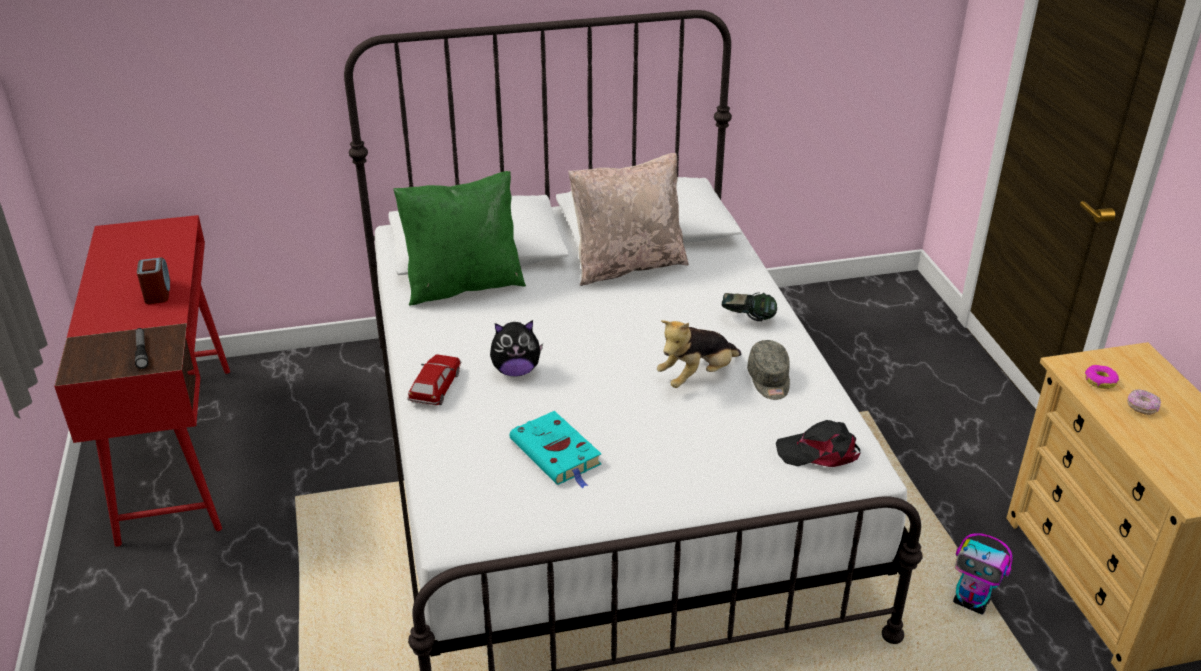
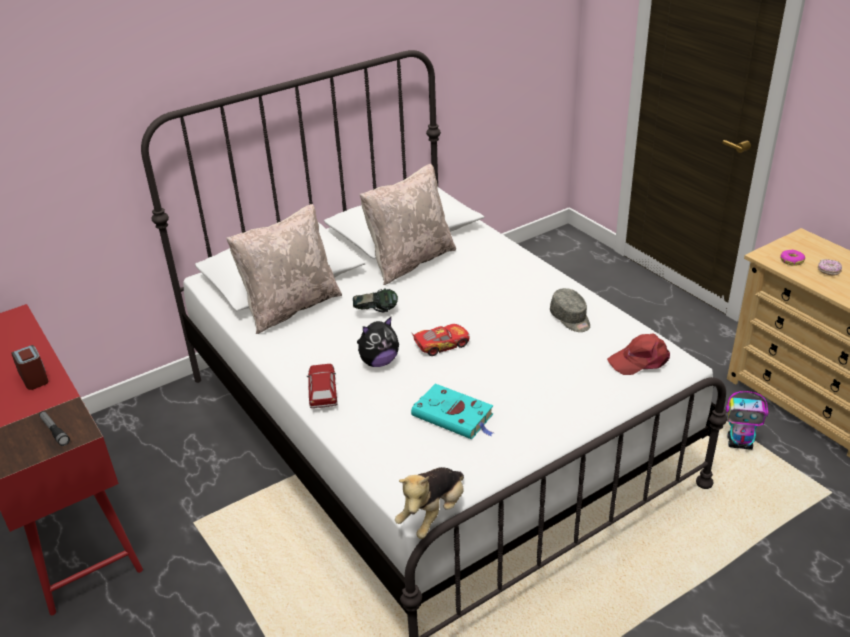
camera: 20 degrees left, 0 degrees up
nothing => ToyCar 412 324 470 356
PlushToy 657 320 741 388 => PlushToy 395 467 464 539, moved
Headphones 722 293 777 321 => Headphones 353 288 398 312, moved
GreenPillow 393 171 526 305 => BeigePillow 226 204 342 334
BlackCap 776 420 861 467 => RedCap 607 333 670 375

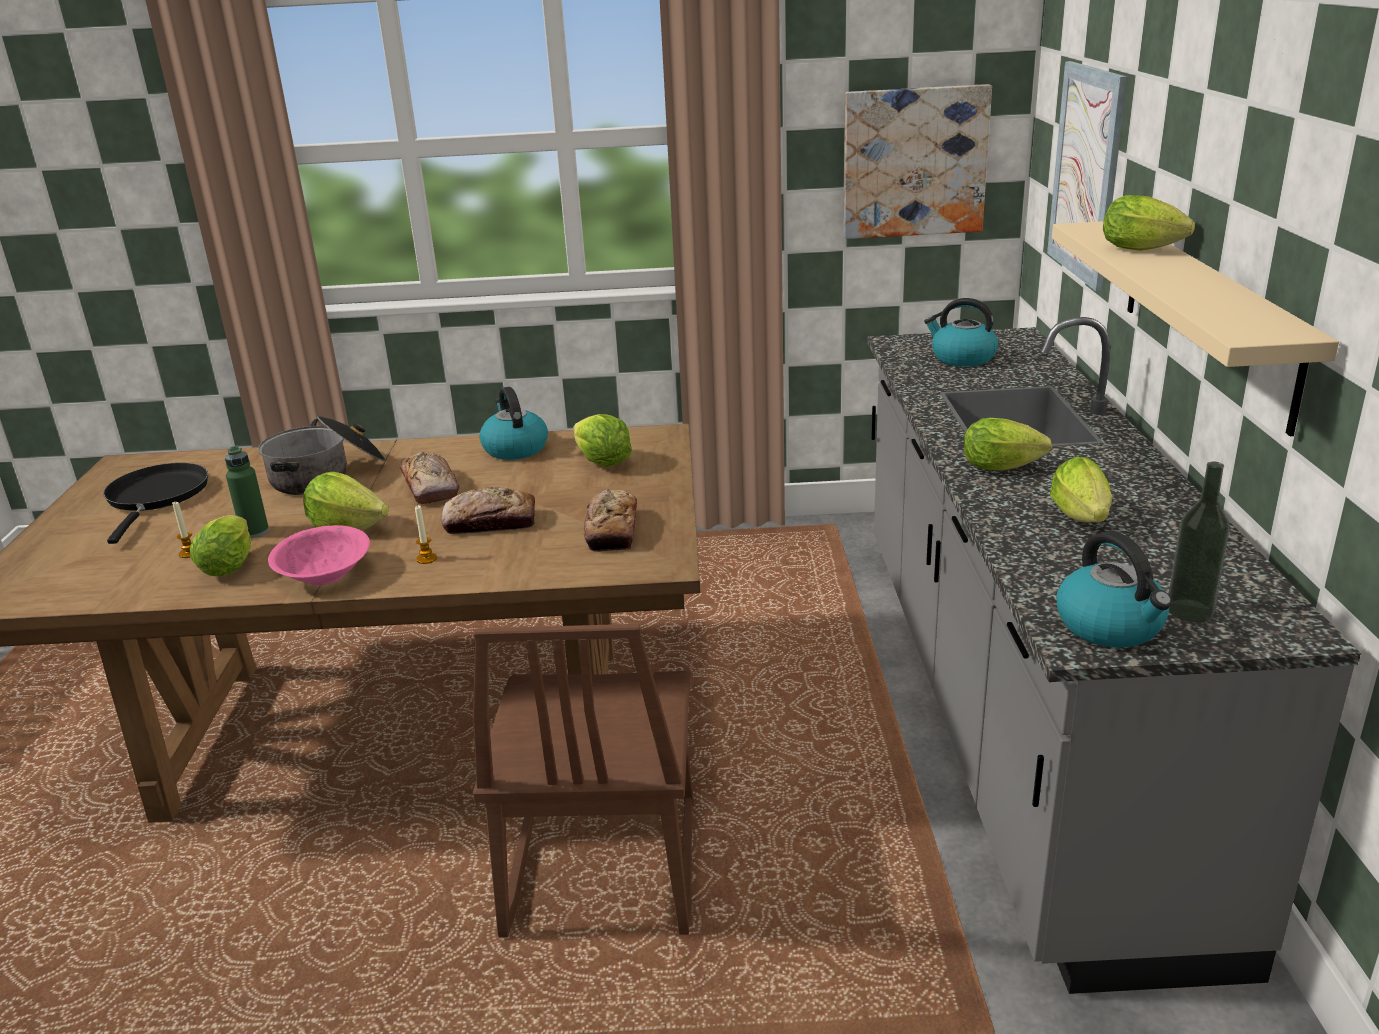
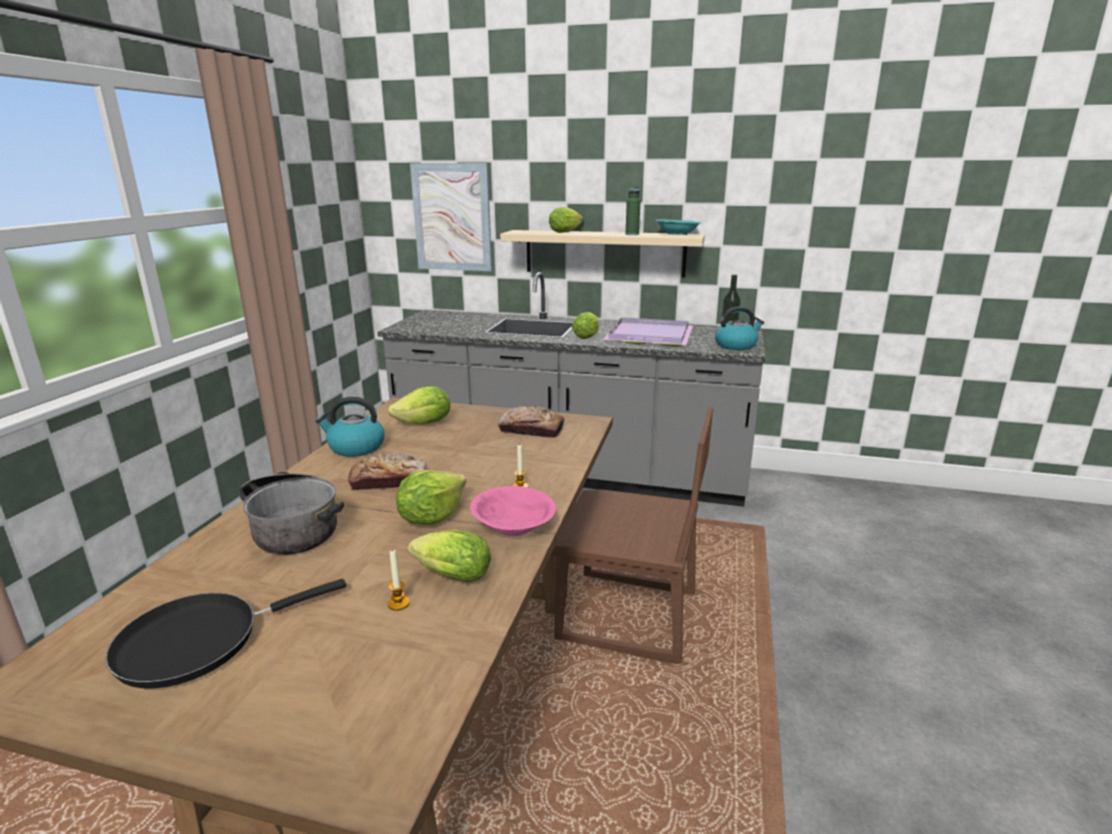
camera: 75 degrees left, 5 degrees down
Bread 441 486 535 534 => nothing
Picture 844 84 992 239 => nothing
Kettle 924 298 998 367 => nothing
nothing => TurquoiseBowl 655 219 702 235
GreenBottle 225 446 269 538 => GreenBottle 626 186 641 235, moved
Lettuce 1050 456 1112 523 => PurpleTray 603 317 693 347
BlackFryingPan 103 463 208 544 => BlackFryingPan 105 579 346 689, 45 degrees counterclockwise

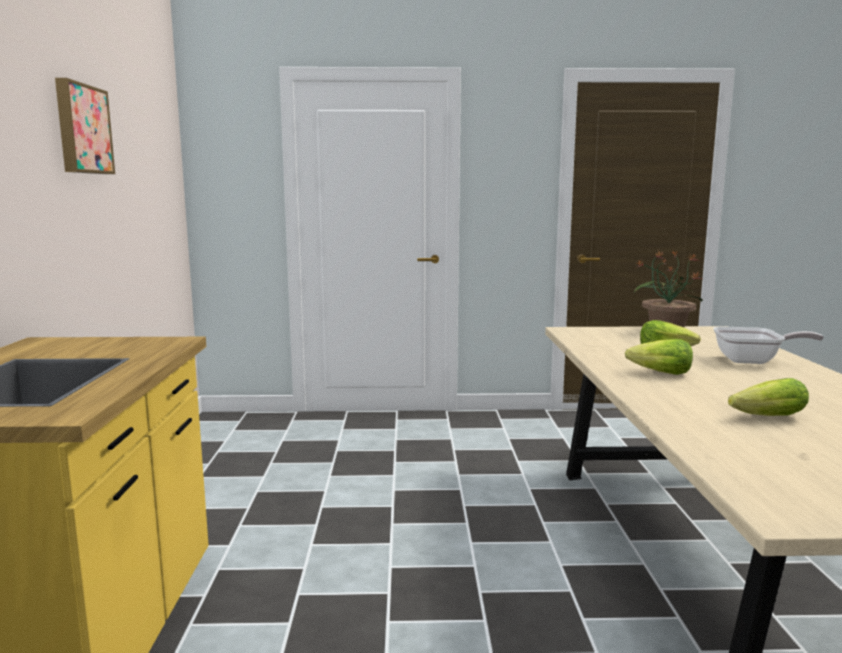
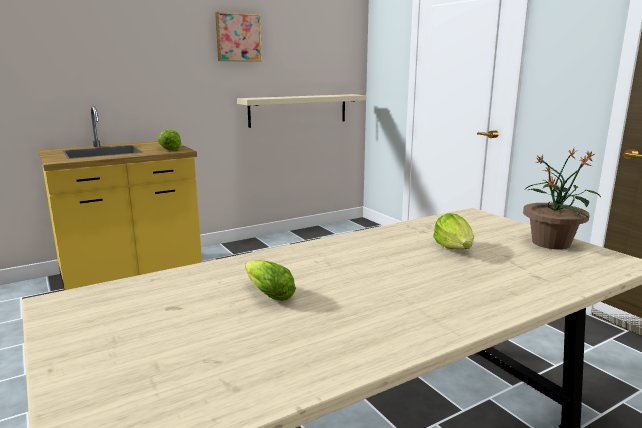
camera: 60 degrees right, 5 degrees up
FryingPan 713 327 824 364 => nothing
nothing => BeigeShelf 237 94 366 128
Lettuce 625 339 693 375 => Lettuce 158 129 181 150, moved

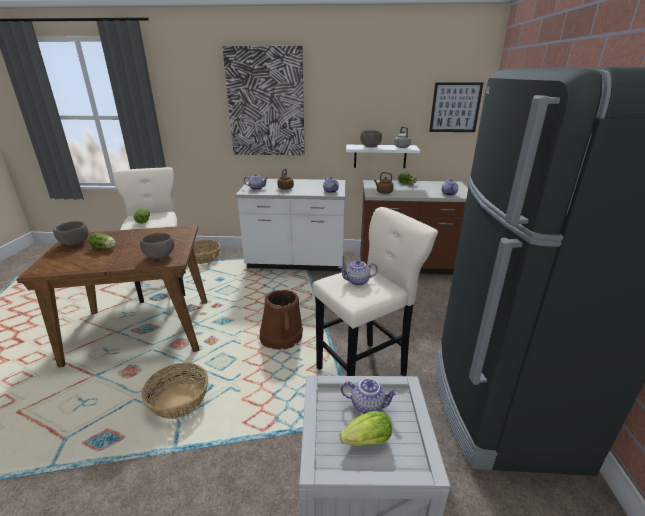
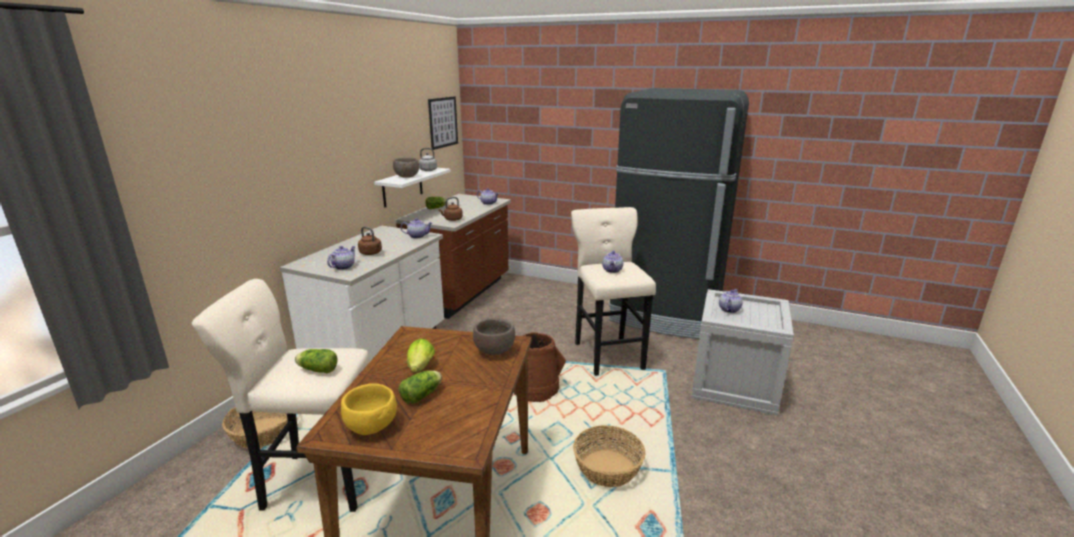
camera: 70 degrees left, 5 degrees down
Picture 222 46 305 155 => nothing
Lettuce 339 411 392 446 => Lettuce 407 338 435 372, moved
BrownBowl 53 221 89 246 => YellowBowl 341 384 397 435

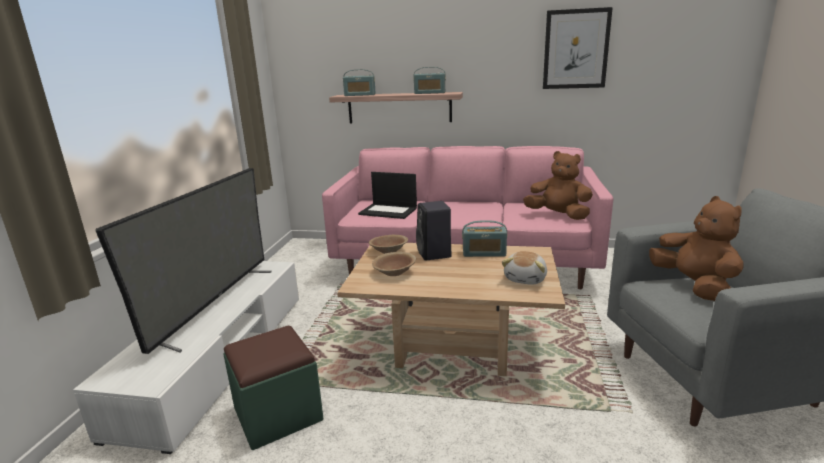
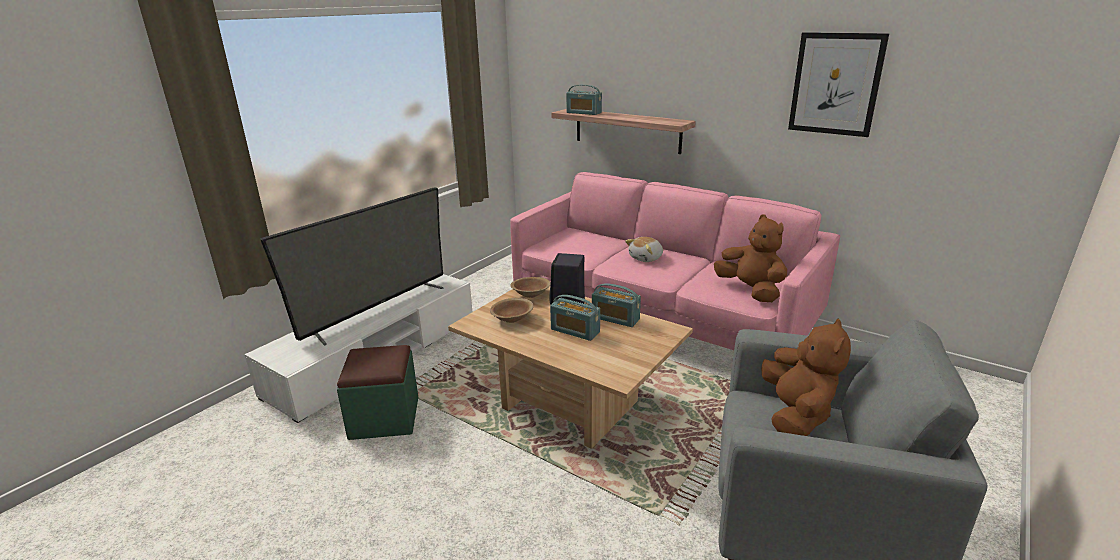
camera: 25 degrees right, 5 degrees up
Laptop 358 172 417 219 => nothing
Radio 413 67 446 94 => Radio 550 295 600 341, moved
PlushToy 502 251 547 285 => PlushToy 625 237 663 262, moved

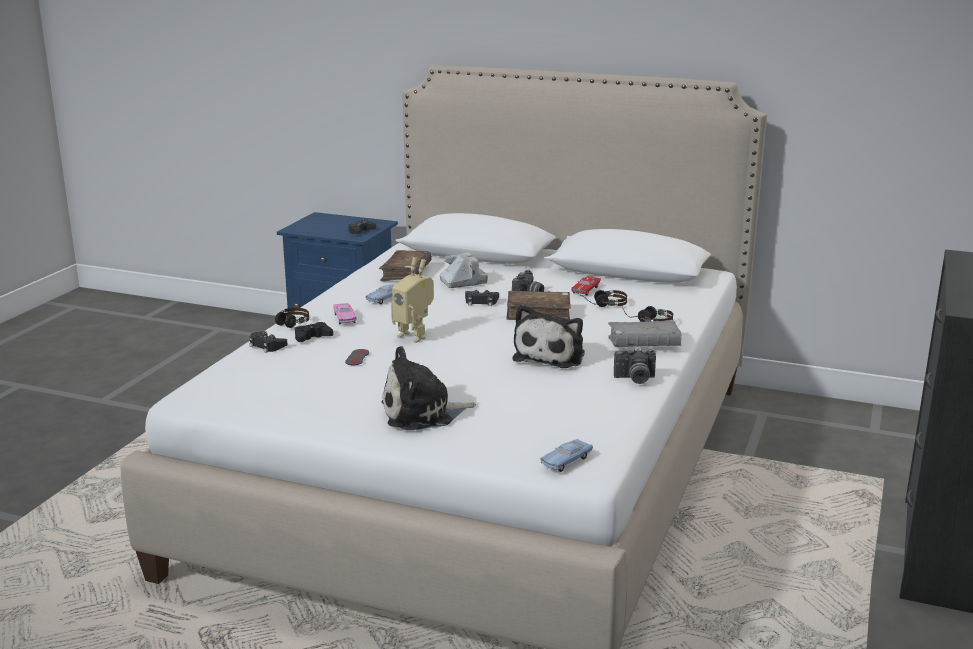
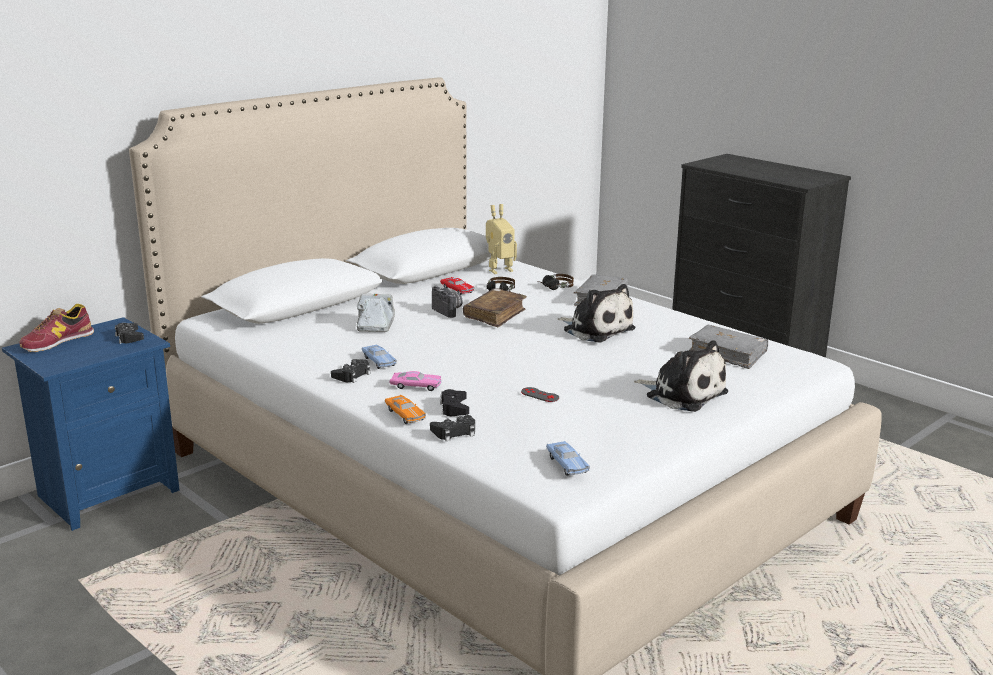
camera: 65 degrees left, 0 degrees up
BrownBook 379 250 432 281 => nothing
PhotoCamera 614 348 656 384 => nothing
nothing => Shoe 20 304 94 352
nothing => GreyBook 689 325 768 369
ToyRobot 391 257 434 343 => ToyRobot 486 204 517 274, moved
BlackGameController 465 290 499 306 => BlackGameController 331 359 371 383, moved
BlueToyCar 541 439 593 472 => BlueToyCar 546 441 590 476, moved
Headphones 275 308 309 328 => OrangeToyCar 385 395 426 424
PlushToy 382 346 476 430 => PlushToy 634 341 728 412, 60 degrees counterclockwise

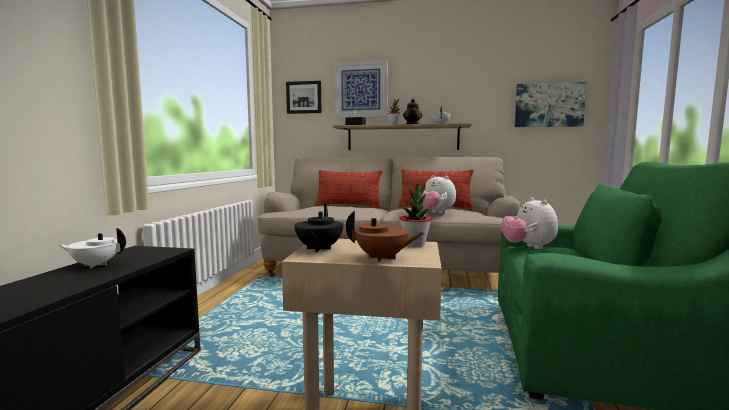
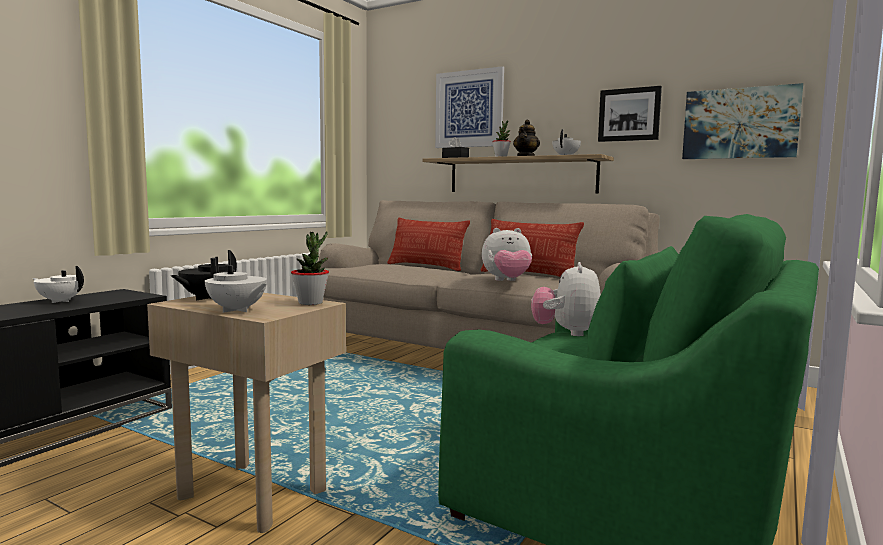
camera: 20 degrees right, 0 degrees up
Picture 286 81 321 114 => Picture 598 86 662 142, moved
BrownTeapot 346 211 424 262 => WhiteTeapot 205 257 267 313
PlushToy 421 175 456 214 => PlushToy 482 228 532 281, 75 degrees counterclockwise

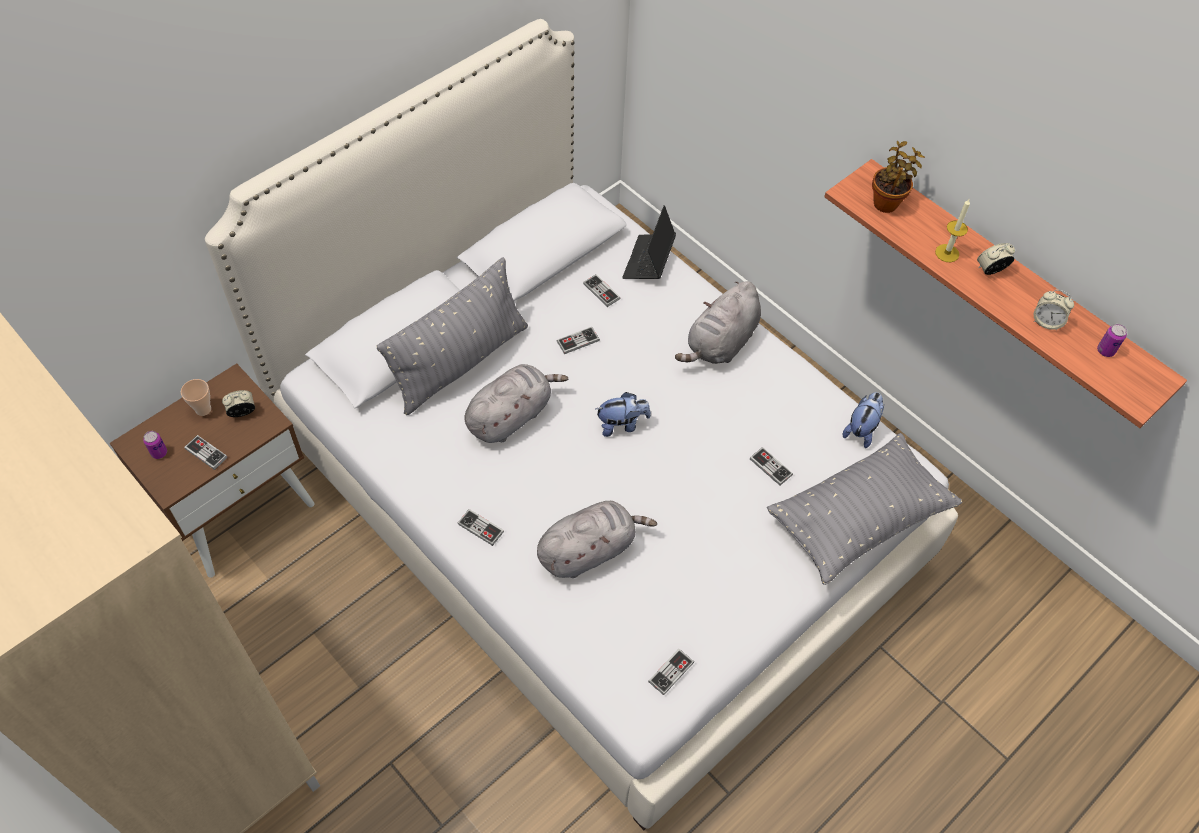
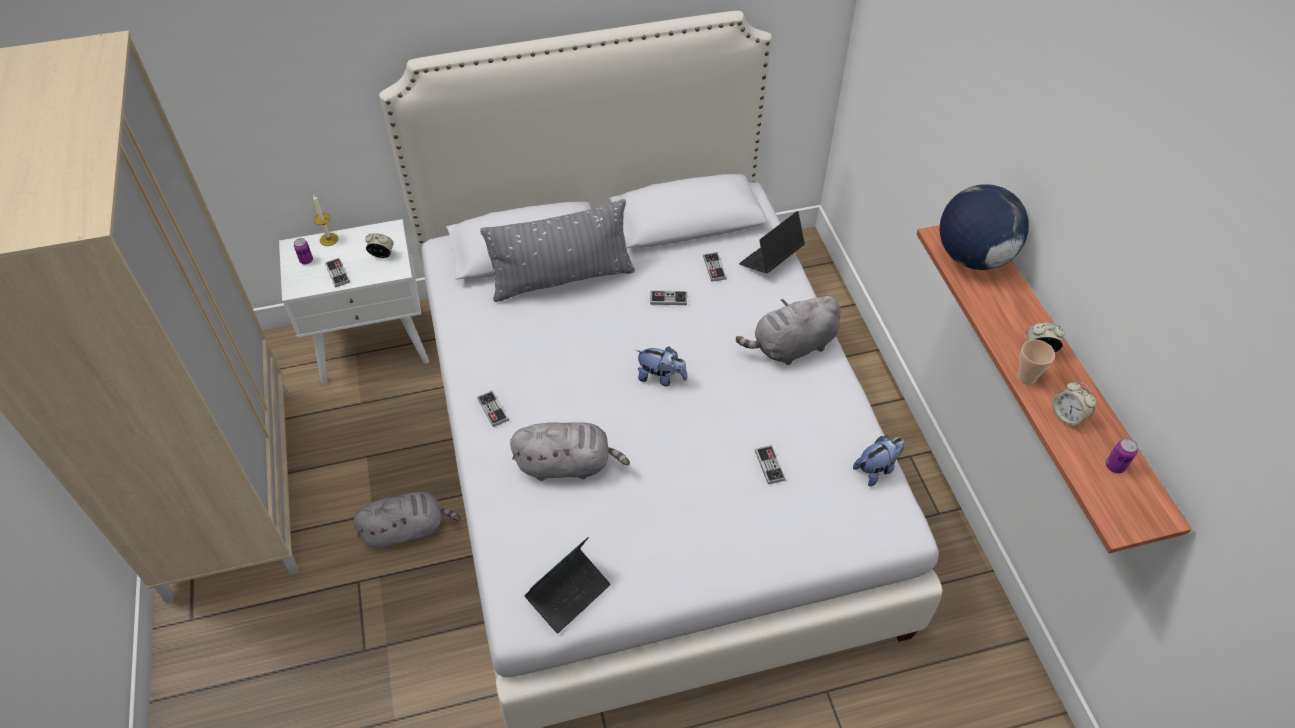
camera: 30 degrees right, 5 degrees down
GreyPillow 767 433 962 585 => nothing
Cup 181 379 211 416 => Cup 1017 340 1055 385, moved
GreyPlushToy 465 364 568 443 => GreyPlushToy 353 491 461 549, moved
Candle 935 199 970 262 => Candle 313 195 338 246, moved
GameController 648 649 694 695 => Laptop 524 537 611 634
PottedPlant 872 141 925 213 => Globe 940 184 1029 270
BrownNightstand 110 363 315 578 => WhiteNightstand 279 219 429 384

